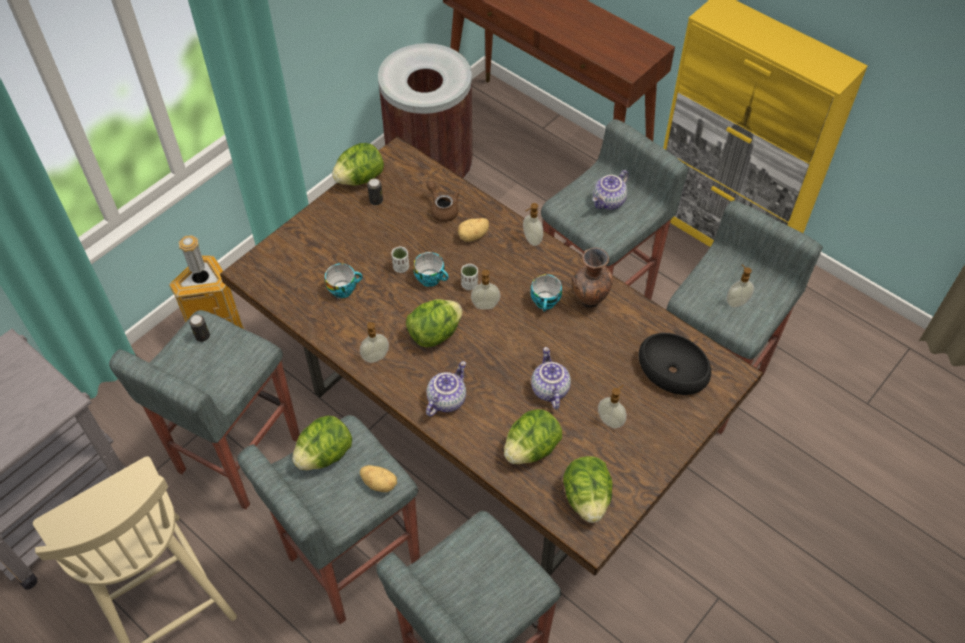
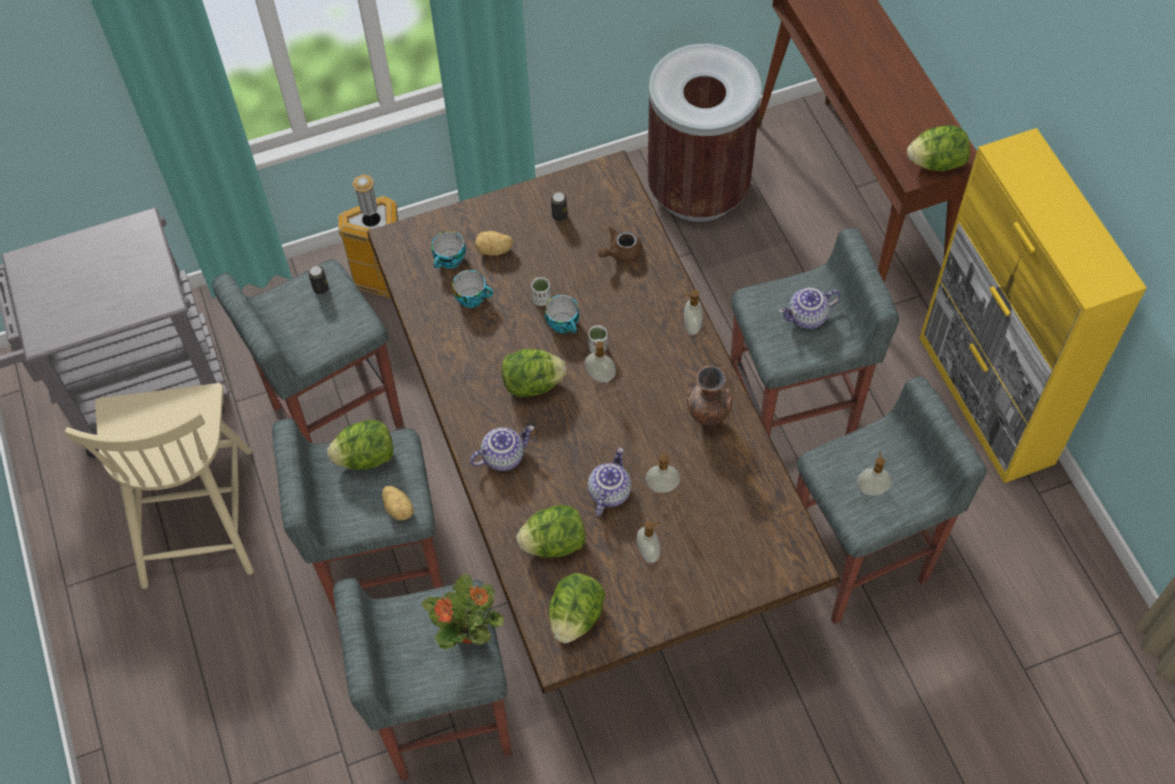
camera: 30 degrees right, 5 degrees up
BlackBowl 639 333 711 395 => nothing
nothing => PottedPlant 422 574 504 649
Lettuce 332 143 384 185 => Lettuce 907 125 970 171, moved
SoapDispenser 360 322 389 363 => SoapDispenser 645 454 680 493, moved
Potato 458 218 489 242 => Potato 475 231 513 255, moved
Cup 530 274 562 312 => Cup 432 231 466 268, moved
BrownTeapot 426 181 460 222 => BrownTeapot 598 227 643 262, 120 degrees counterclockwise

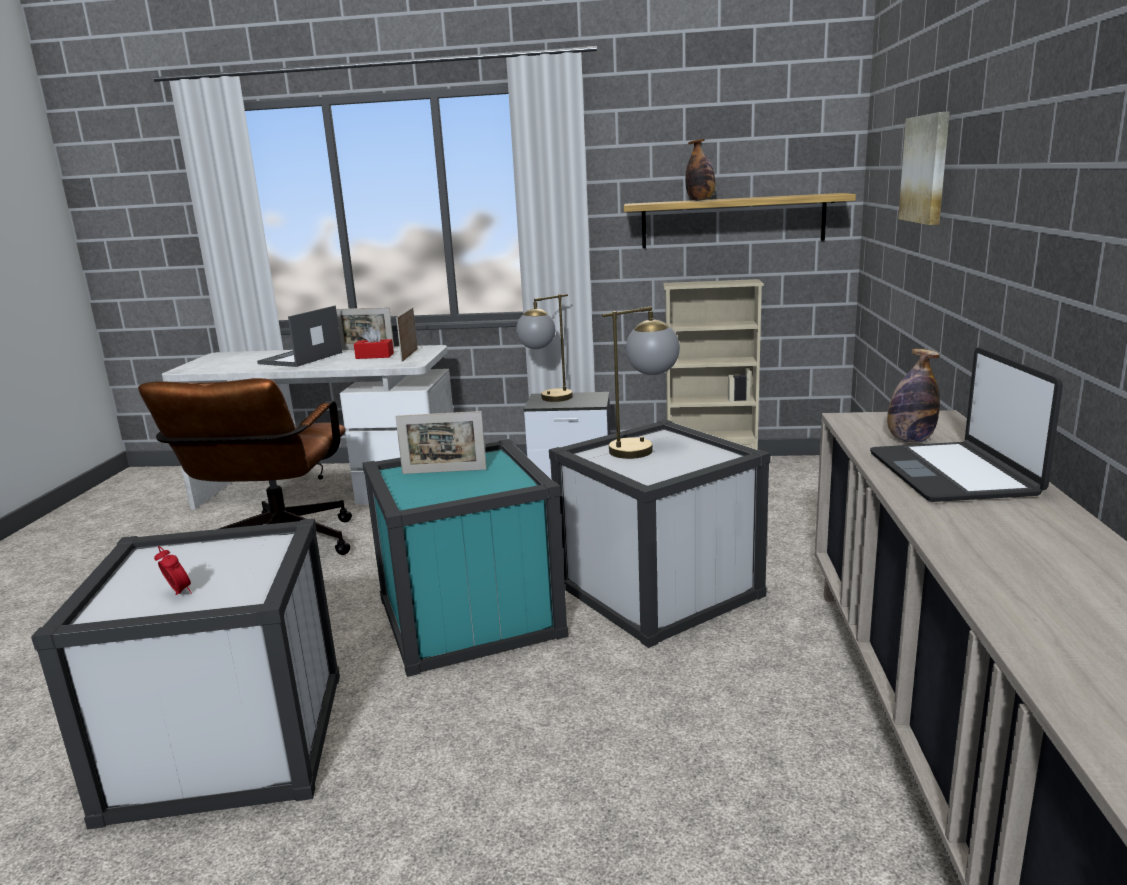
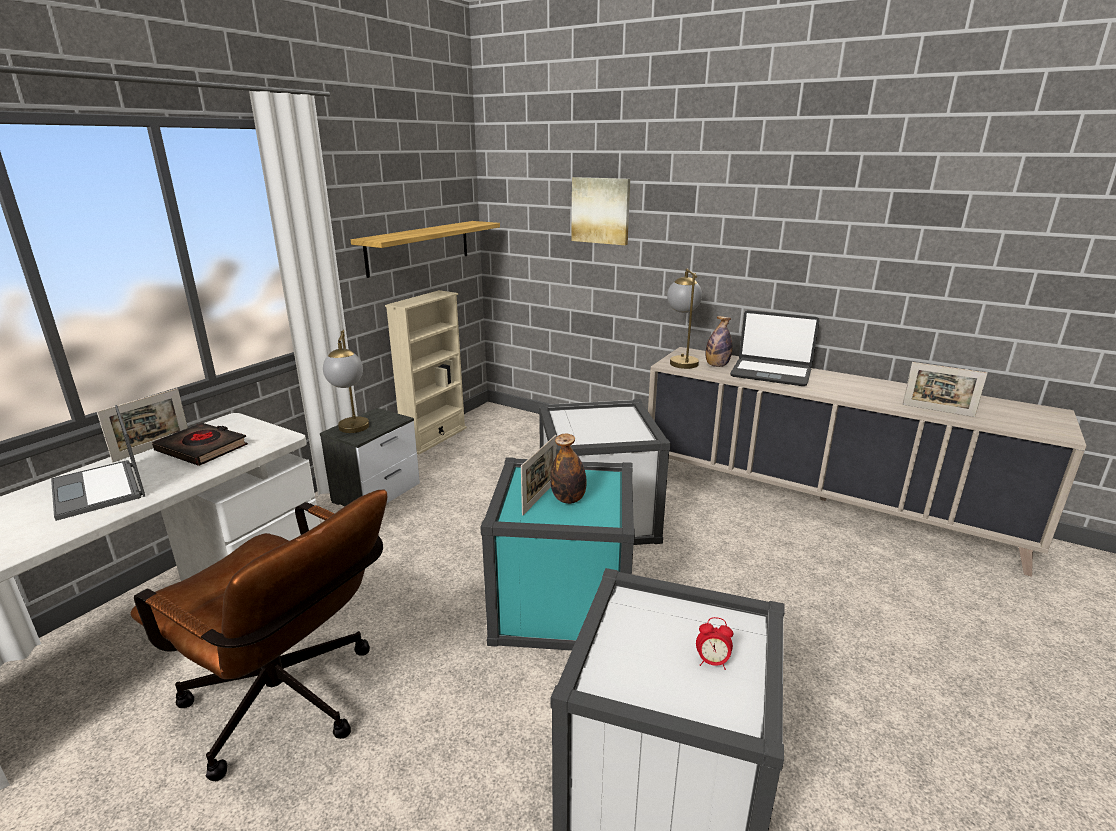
camera: 65 degrees left, 5 degrees up
PictureFrame 396 307 418 362 => PictureFrame 902 362 988 417, moved
TableLamp 602 307 680 459 => TableLamp 667 269 702 369, moved
Bottle 686 139 715 201 => Bottle 550 434 587 504, moved
RedTissueBox 354 327 394 359 => BlackBook 152 423 248 466
AlarmClock 154 546 192 595 => AlarmClock 696 617 733 670, 150 degrees counterclockwise

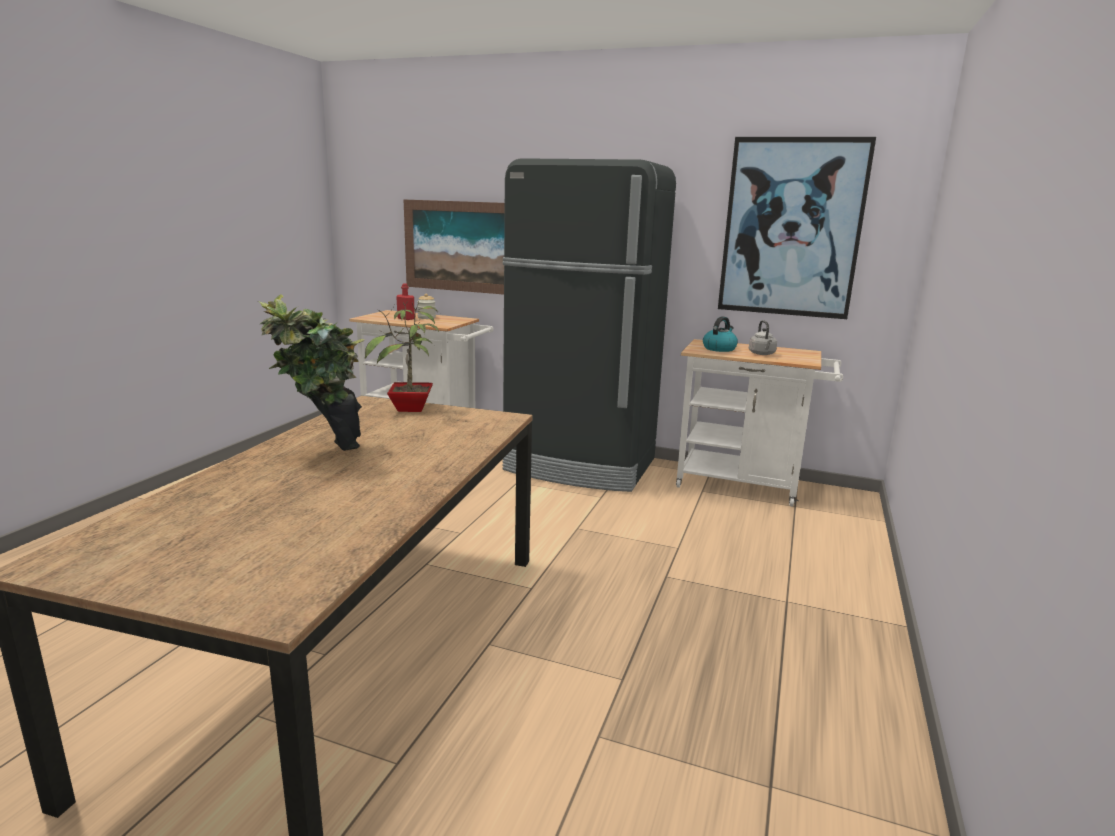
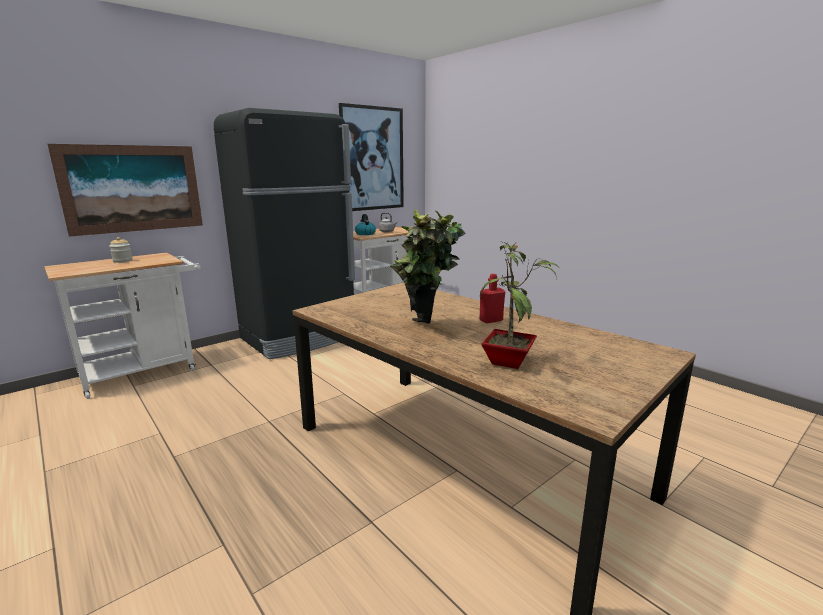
camera: 60 degrees left, 0 degrees up
PottedPlant 365 301 440 412 => PottedPlant 480 241 558 369, moved
RedBottle 396 283 415 320 => RedBottle 479 274 505 323, moved

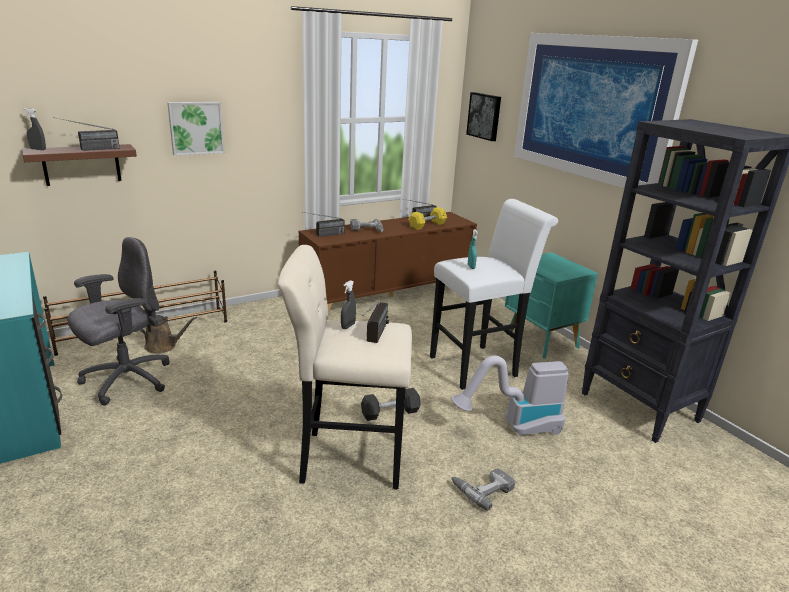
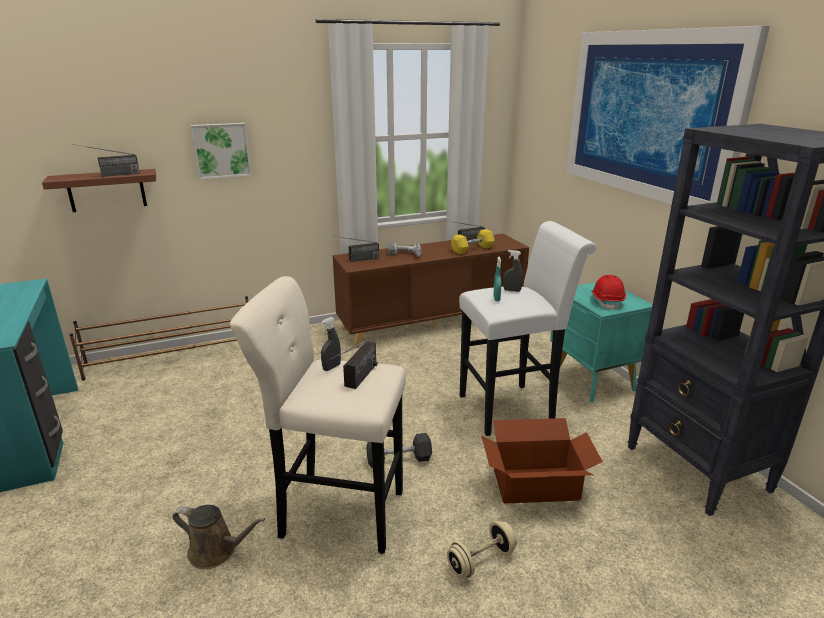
camera: 10 degrees right, 0 degrees up
GreyOfficeChair 67 237 170 405 => nothing
Picture 466 92 501 141 => nothing
nothing => RedHardHat 591 275 626 311
GreySprayBottle 23 108 46 150 => GreySprayBottle 503 250 523 292, moved
BrownWateringCan 140 315 197 354 => BrownWateringCan 173 505 265 569, moved
VacuumCleaner 451 356 569 436 => CardboardBox 481 418 603 504
PowerDrill 451 468 515 511 => BeigeDumbbell 447 521 517 578

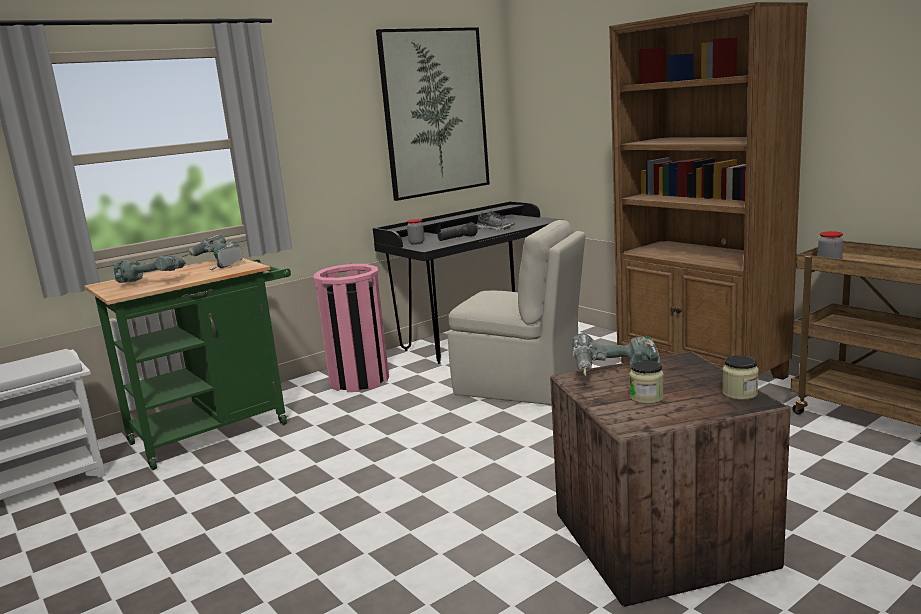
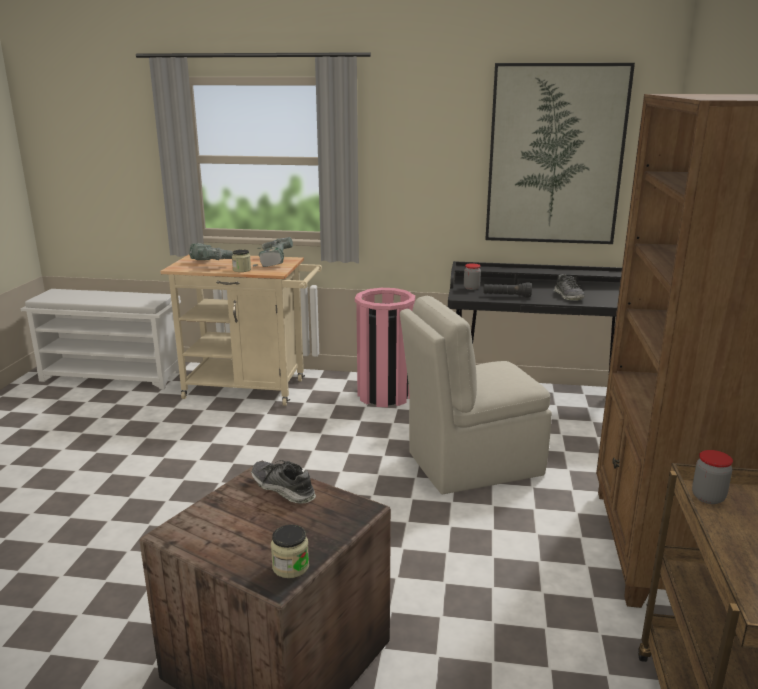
camera: 45 degrees right, 5 degrees up
Jar 629 360 664 404 => Jar 232 249 251 272, moved
PowerDrill 572 333 659 376 => Shoe 251 460 316 504
GreenCart 84 258 291 470 => BeigeCart 160 255 322 406
BeigeChair 447 220 586 405 => BeigeChair 400 296 552 494, 90 degrees clockwise

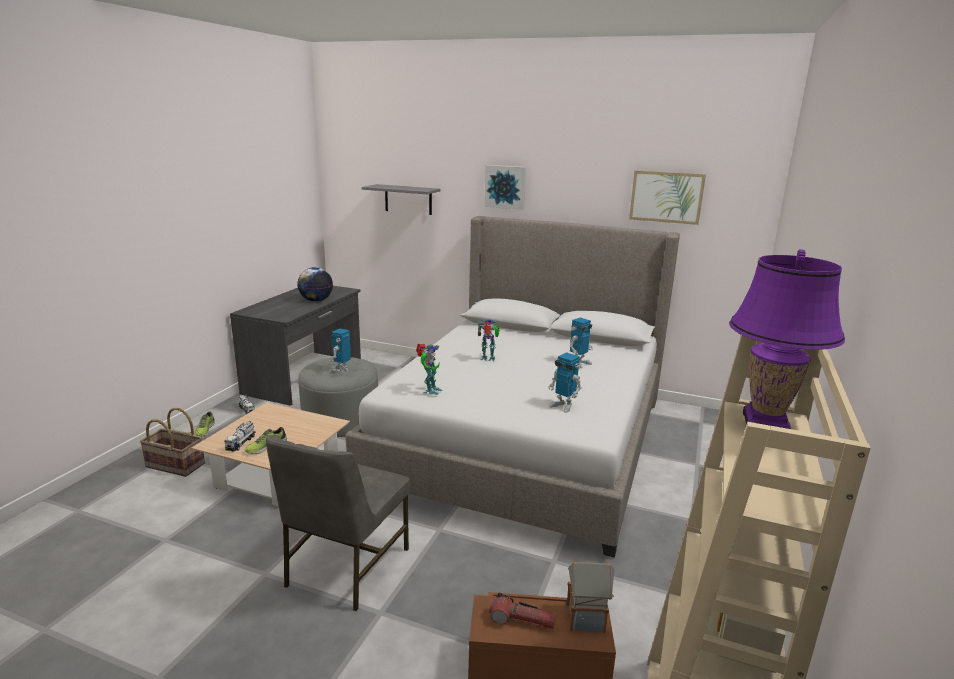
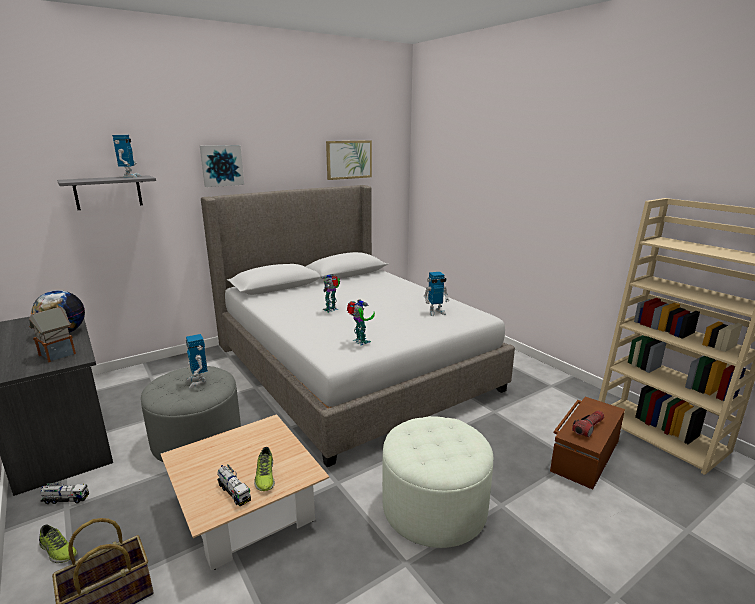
camera: 55 degrees left, 0 degrees up
PurpleTableLamp 729 249 845 429 => nothing
ToyHouse 566 559 614 633 => ToyHouse 29 306 76 363, moved
ToyRobot 570 317 593 368 => ToyRobot 112 135 141 178, moved
GreyChair 266 435 410 611 => WhiteOttoman 382 416 493 548

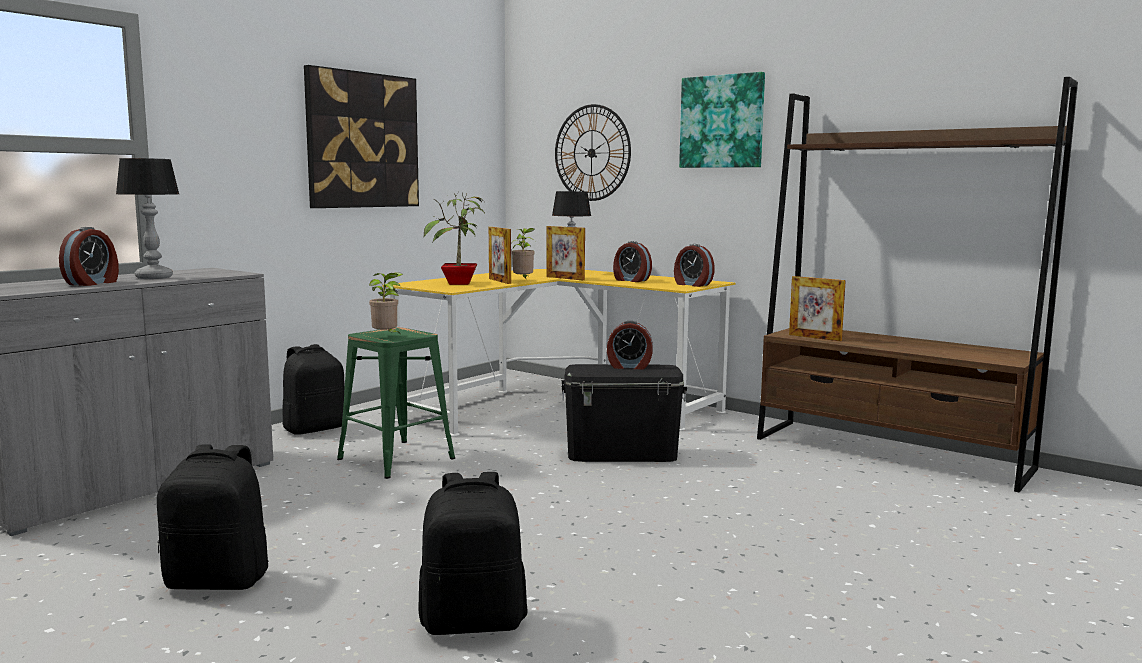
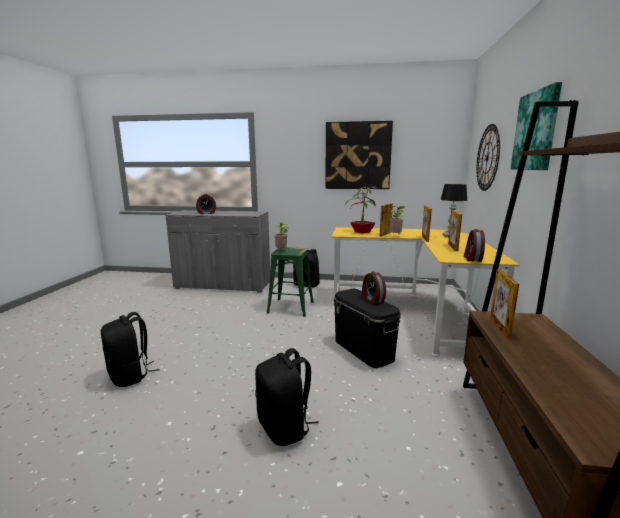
camera: 60 degrees right, 5 degrees up
TableLamp 116 158 179 279 => nothing
BlackBackpack 157 444 268 590 => BlackBackpack 255 348 319 446, moved
AlarmClock 613 241 652 282 => PictureFrame 448 210 462 251

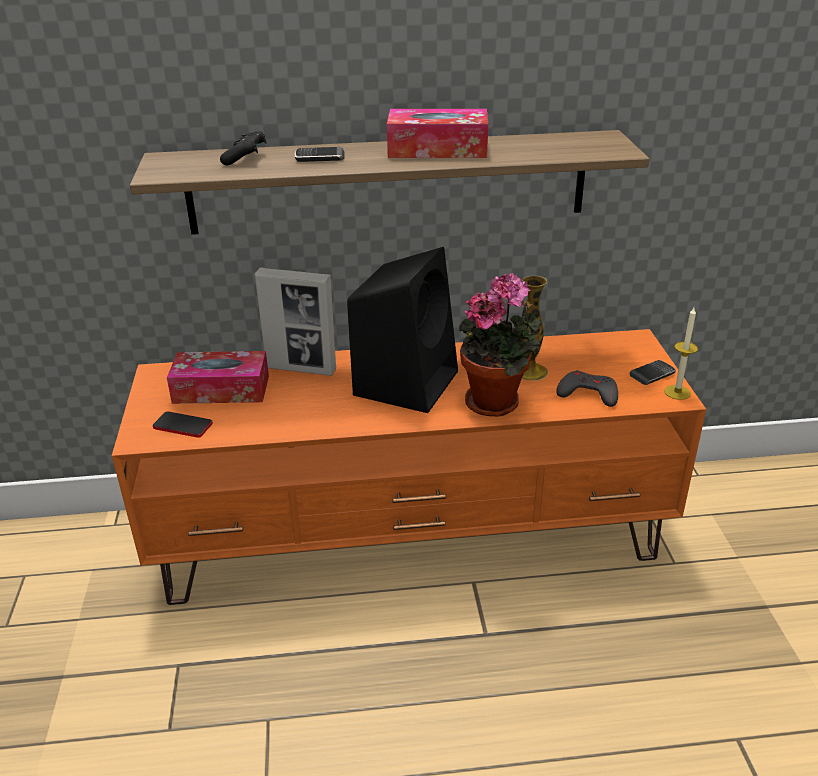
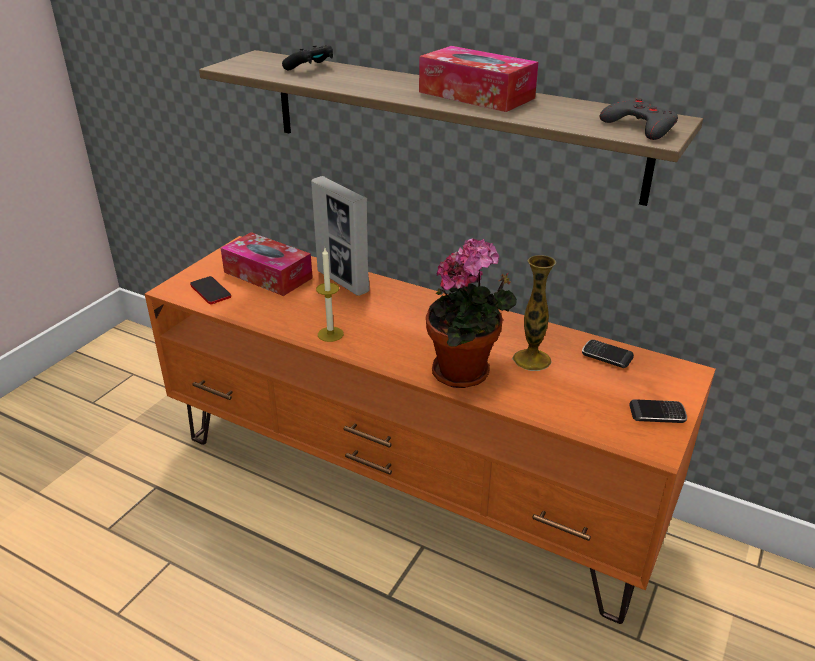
camera: 35 degrees right, 0 degrees up
BlackSpeaker 347 247 458 413 => nothing
Phone 295 147 345 162 => Phone 582 340 634 368, moved
GreyGameController 556 370 618 407 => GreyGameController 600 98 678 140, moved
Candle 664 308 698 400 => Candle 316 248 344 342, moved

